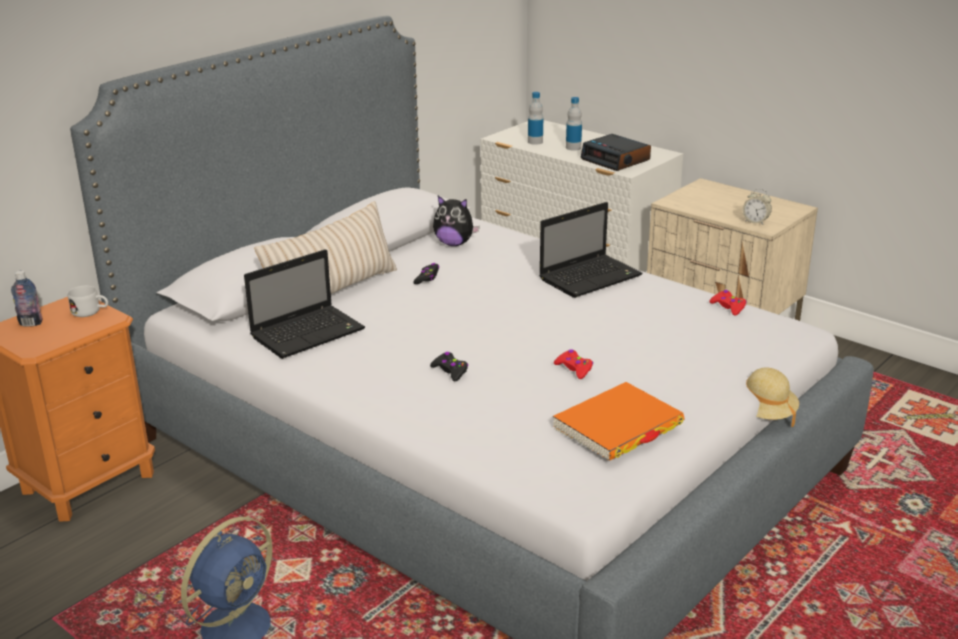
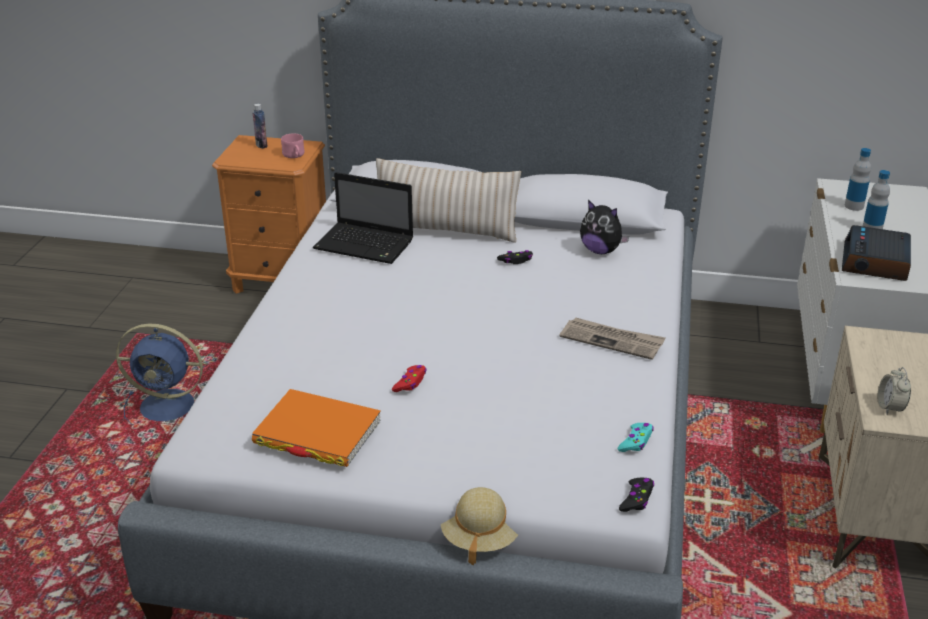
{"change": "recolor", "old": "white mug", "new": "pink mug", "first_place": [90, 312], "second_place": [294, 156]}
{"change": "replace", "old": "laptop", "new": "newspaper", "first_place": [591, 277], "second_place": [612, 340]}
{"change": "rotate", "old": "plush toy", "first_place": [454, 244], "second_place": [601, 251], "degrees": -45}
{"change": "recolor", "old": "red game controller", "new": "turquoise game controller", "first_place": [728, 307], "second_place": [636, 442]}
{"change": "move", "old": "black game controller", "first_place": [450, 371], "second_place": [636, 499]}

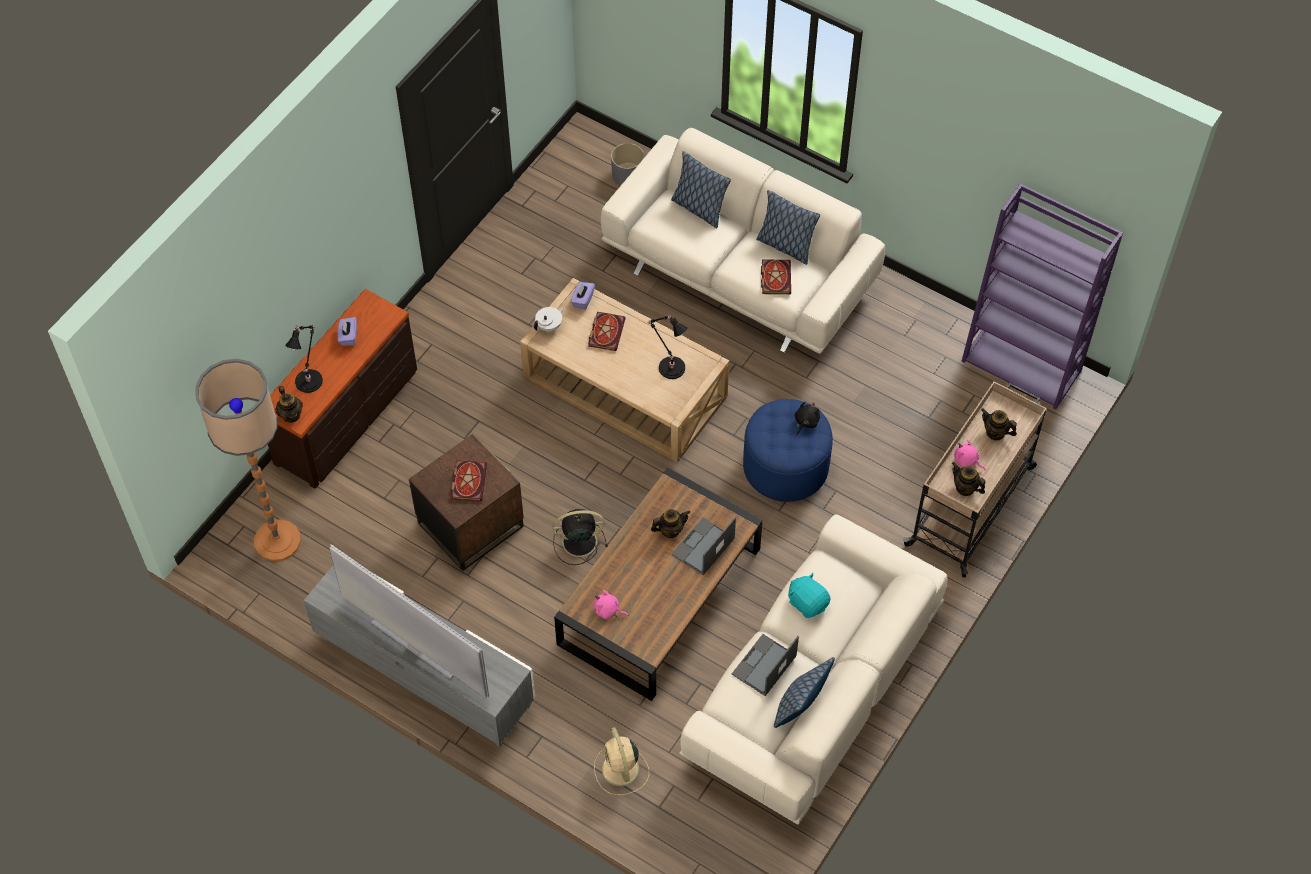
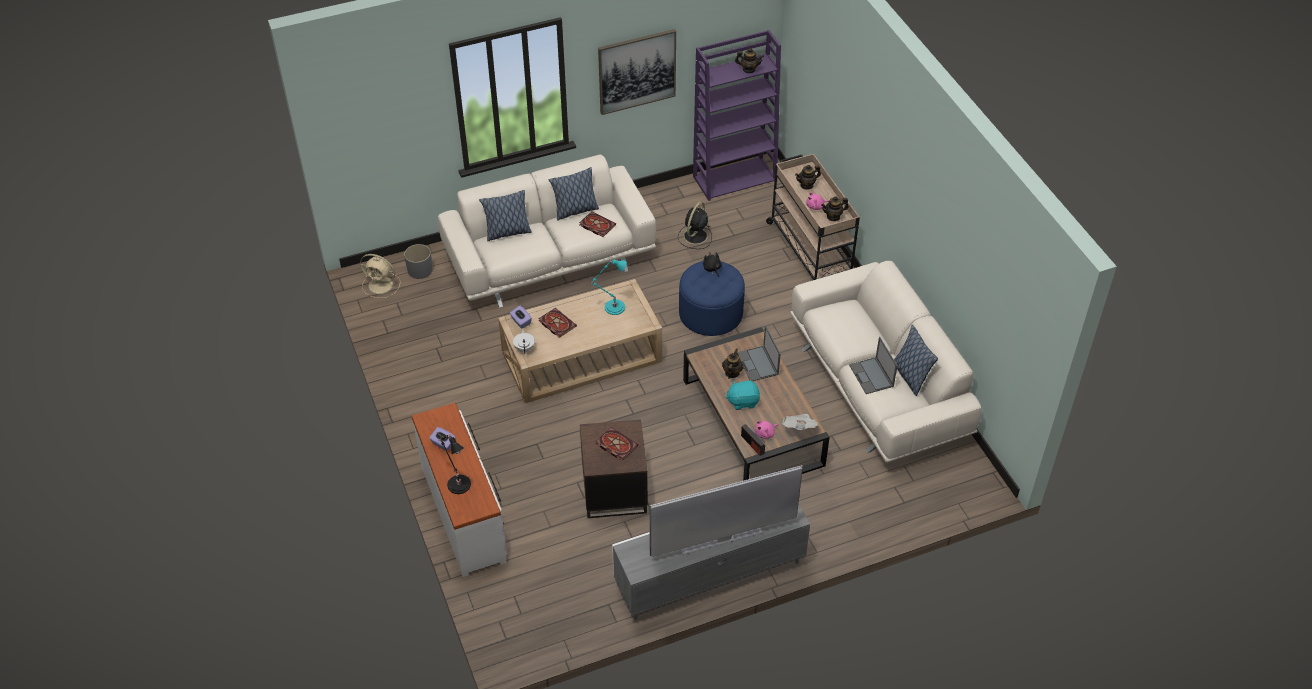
{"change": "move", "old": "beige fan", "first_place": [621, 770], "second_place": [382, 285]}
{"change": "recolor", "old": "brown dresser", "new": "white dresser", "first_place": [348, 417], "second_place": [464, 513]}
{"change": "recolor", "old": "black table lamp", "new": "turquoise table lamp", "first_place": [670, 366], "second_place": [613, 307]}
{"change": "insert", "new": "picture", "second_place": [637, 71]}
{"change": "move", "old": "black fan", "first_place": [577, 542], "second_place": [695, 237]}
{"change": "move", "old": "turquoise plush toy", "first_place": [808, 602], "second_place": [743, 401]}
{"change": "move", "old": "teapot", "first_place": [291, 415], "second_place": [748, 69]}
{"change": "insert", "new": "radio", "second_place": [752, 444]}
{"change": "insert", "new": "newspaper", "second_place": [799, 428]}
{"change": "delete", "old": "floor lamp", "first_place": [277, 540]}

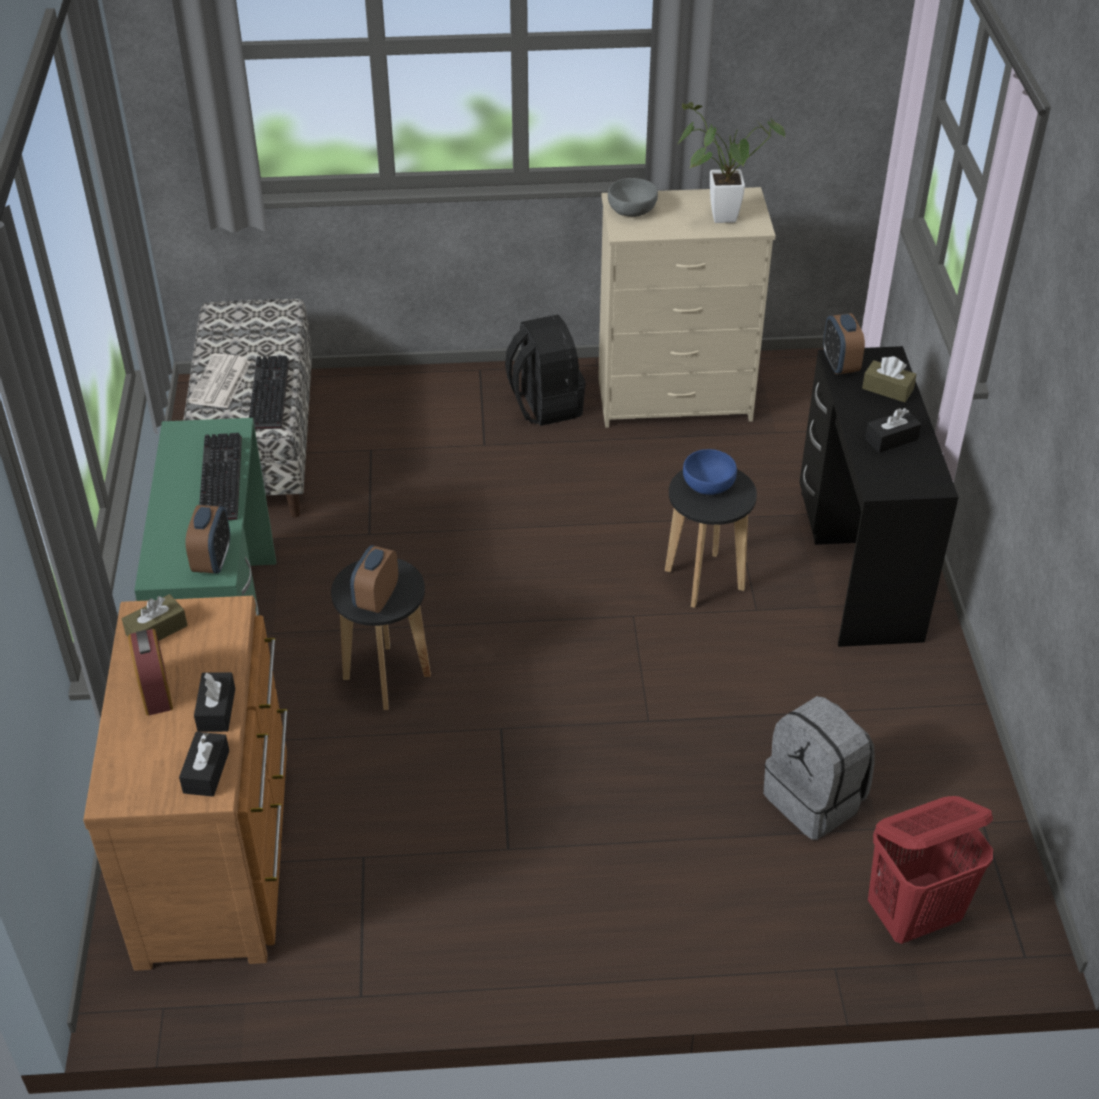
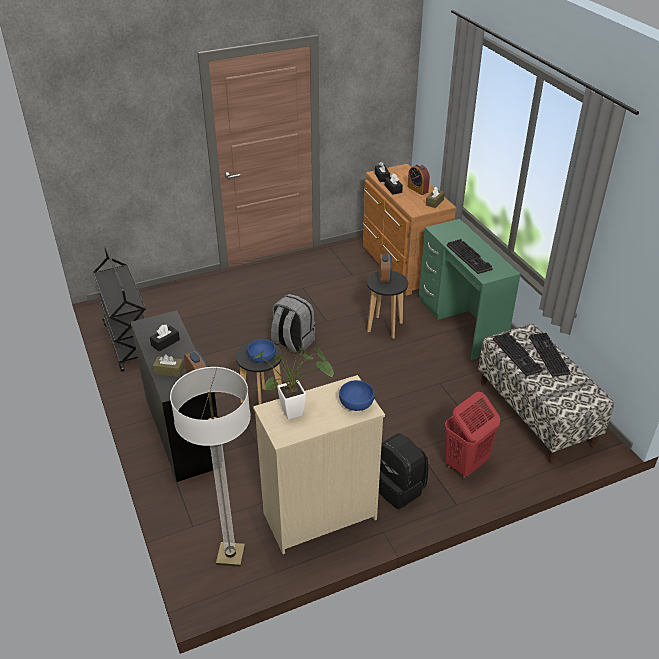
{"change": "insert", "new": "black cart", "second_place": [128, 342]}
{"change": "insert", "new": "floor lamp", "second_place": [230, 555]}
{"change": "move", "old": "grey backpack", "first_place": [815, 799], "second_place": [292, 343]}
{"change": "recolor", "old": "grey bowl", "new": "blue bowl", "first_place": [632, 210], "second_place": [356, 403]}
{"change": "move", "old": "red laundry basket", "first_place": [914, 916], "second_place": [465, 464]}
{"change": "replace", "old": "newspaper", "new": "keyboard", "first_place": [220, 383], "second_place": [547, 355]}
{"change": "delete", "old": "alarm clock", "first_place": [212, 560]}

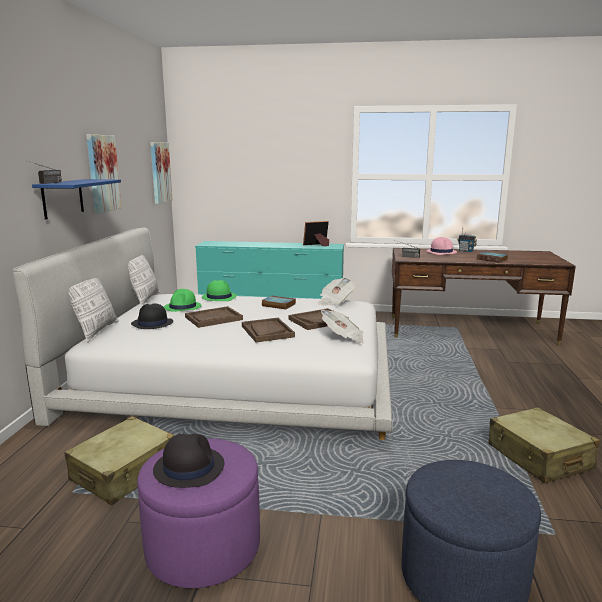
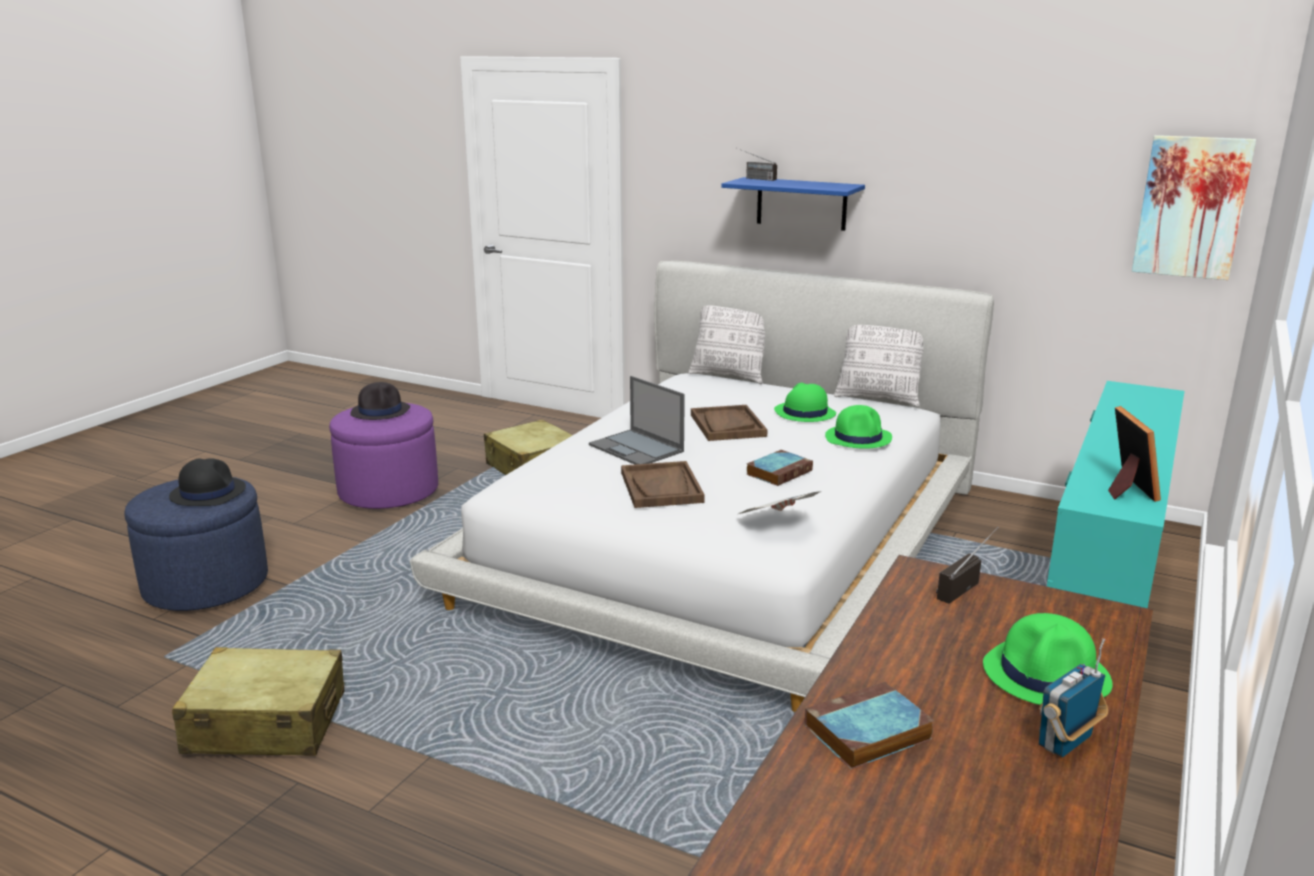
{"change": "move", "old": "black hat", "first_place": [152, 323], "second_place": [207, 493]}
{"change": "replace", "old": "brown tray", "new": "laptop", "first_place": [267, 331], "second_place": [637, 448]}
{"change": "recolor", "old": "pink hat", "new": "green hat", "first_place": [441, 252], "second_place": [1047, 675]}
{"change": "delete", "old": "picture", "first_place": [102, 173]}
{"change": "delete", "old": "newspaper", "first_place": [343, 338]}

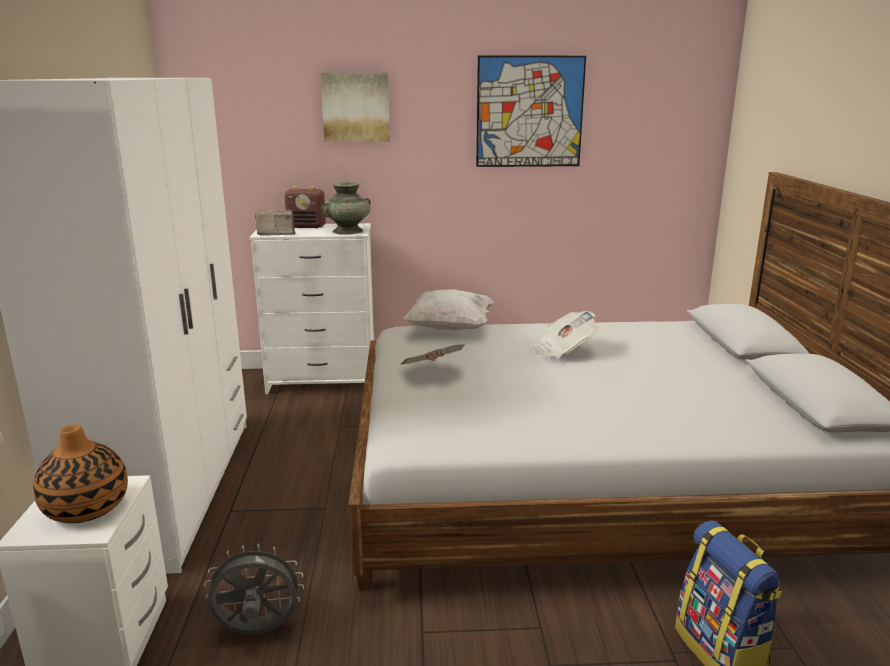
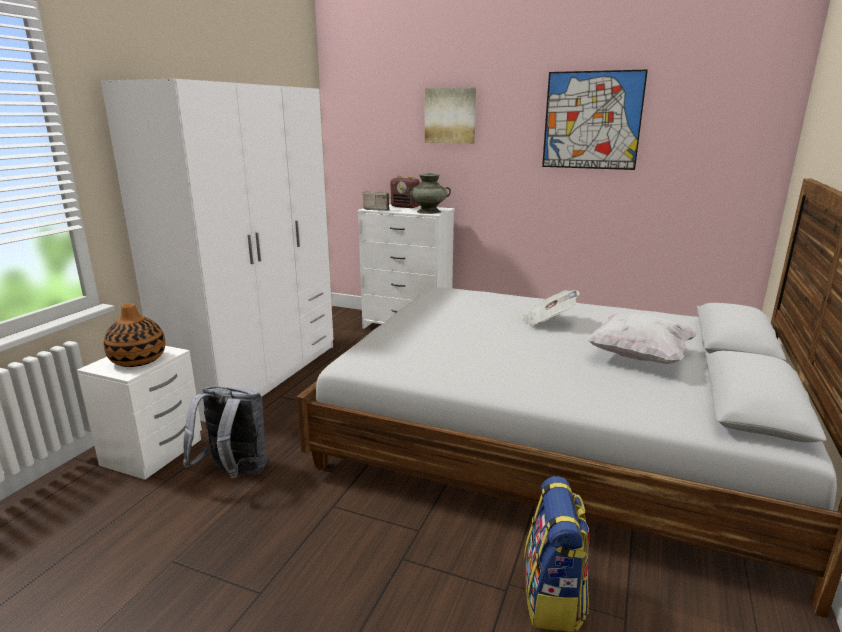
{"change": "replace", "old": "grey fan", "new": "grey backpack", "first_place": [257, 632], "second_place": [234, 473]}
{"change": "move", "old": "white pillow", "first_place": [449, 328], "second_place": [638, 357]}
{"change": "delete", "old": "newspaper", "first_place": [431, 371]}

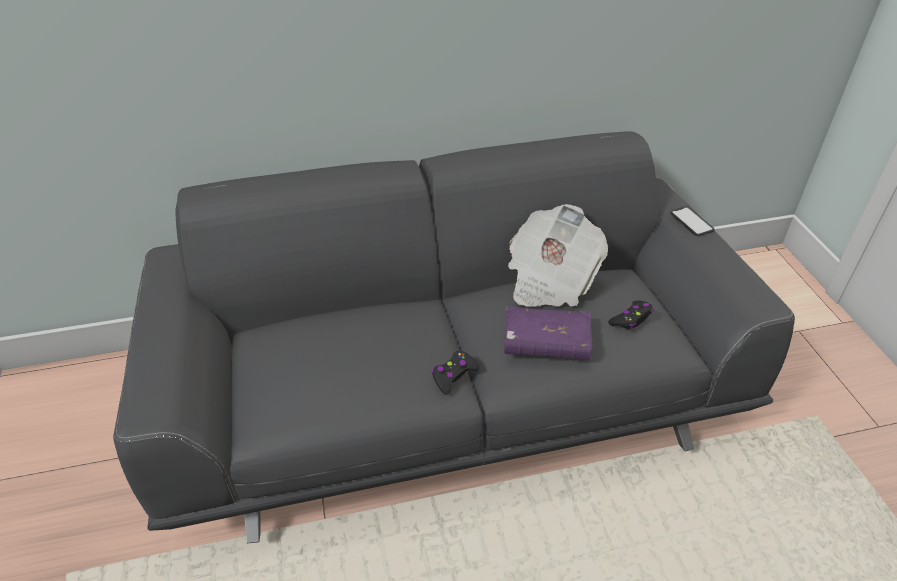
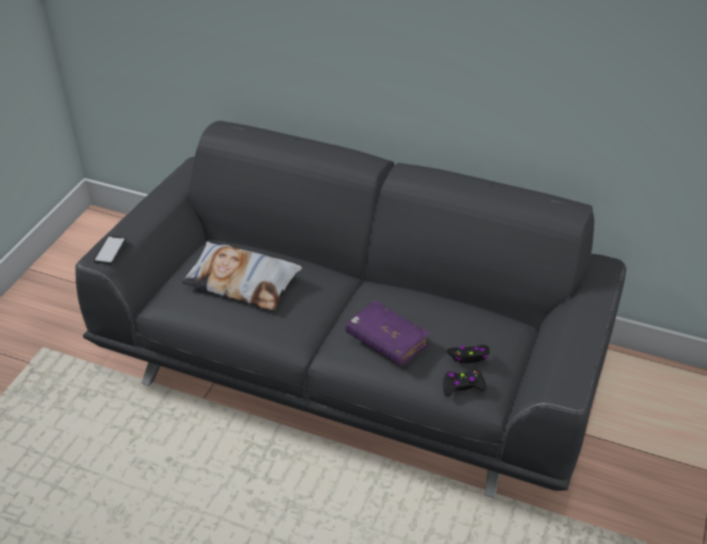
{"change": "move", "old": "phone", "first_place": [691, 222], "second_place": [110, 250]}
{"change": "insert", "new": "pillow", "second_place": [242, 281]}
{"change": "move", "old": "black game controller", "first_place": [453, 375], "second_place": [462, 386]}
{"change": "delete", "old": "newspaper", "first_place": [550, 279]}

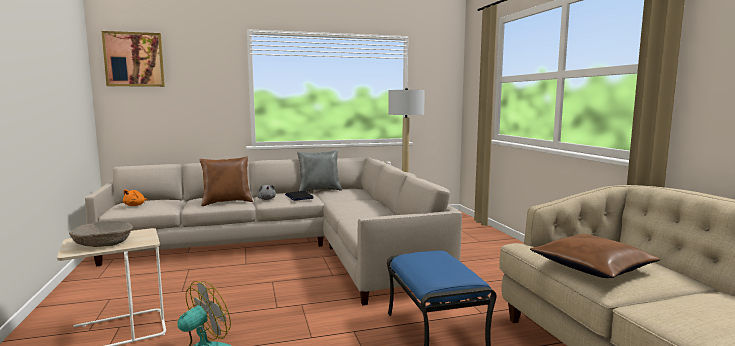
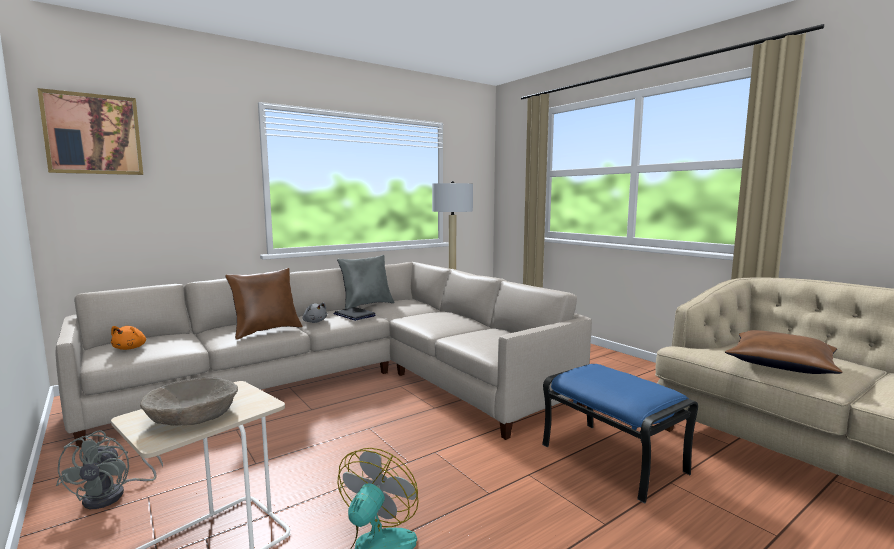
{"change": "insert", "new": "grey fan", "second_place": [113, 495]}

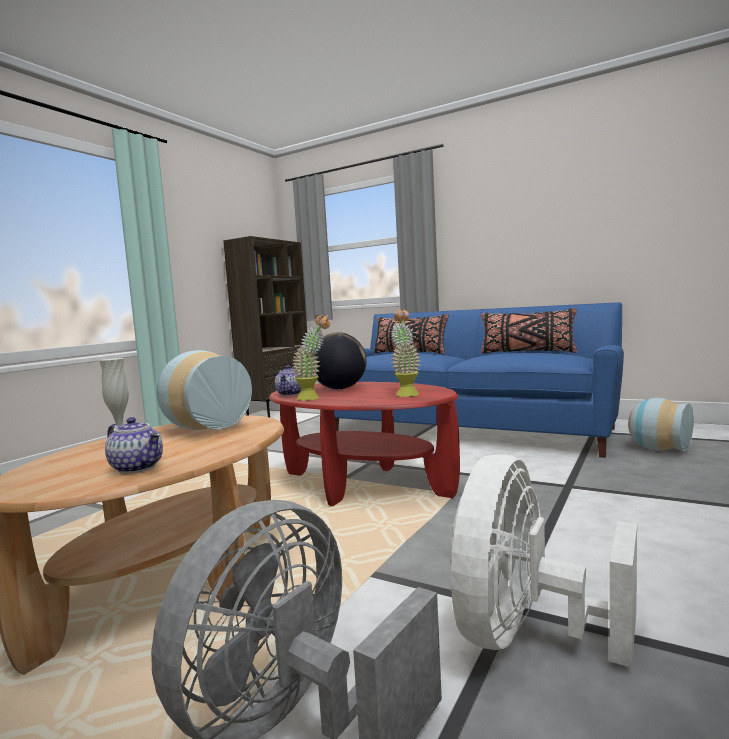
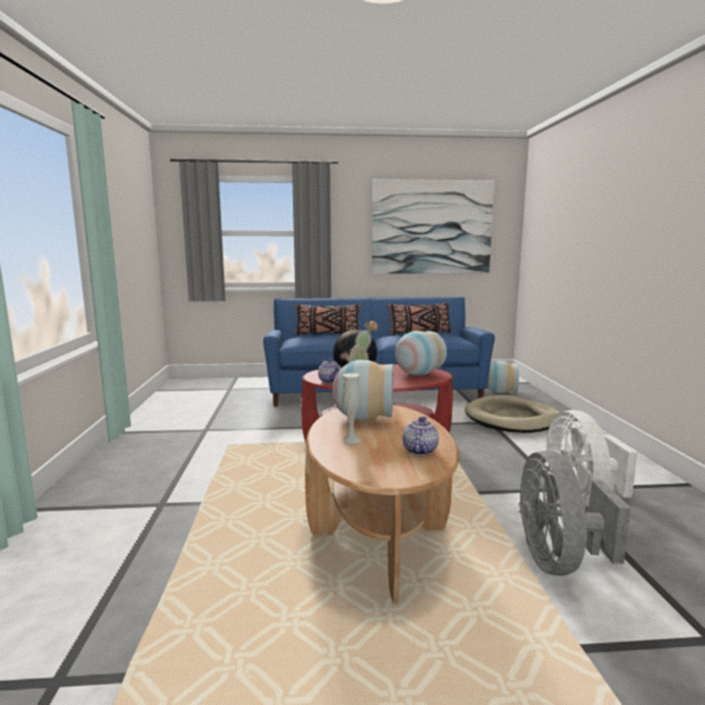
{"change": "insert", "new": "picture", "second_place": [431, 227]}
{"change": "replace", "old": "potted plant", "new": "vase", "first_place": [406, 393], "second_place": [417, 374]}
{"change": "rotate", "old": "teapot", "first_place": [138, 467], "second_place": [419, 450], "degrees": -75}
{"change": "insert", "new": "beige dog bed", "second_place": [512, 419]}
{"change": "delete", "old": "brown bookcase", "first_place": [277, 411]}

